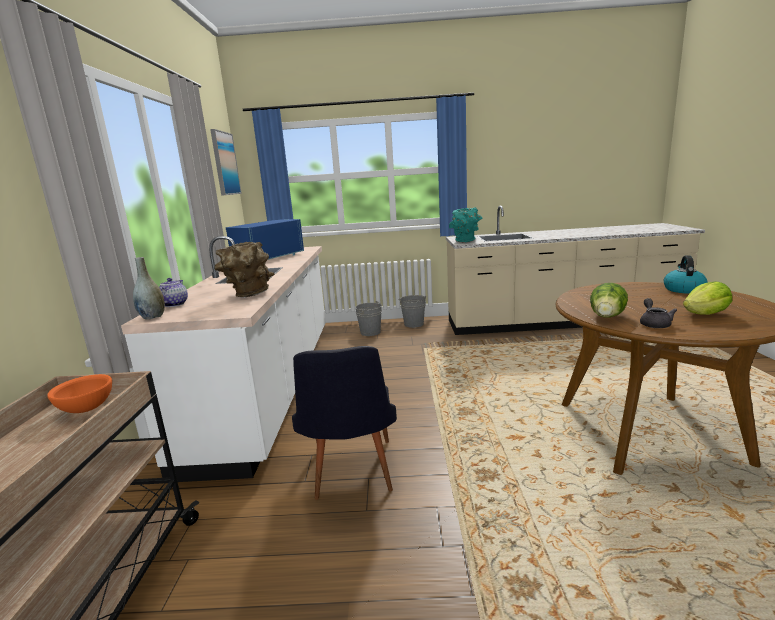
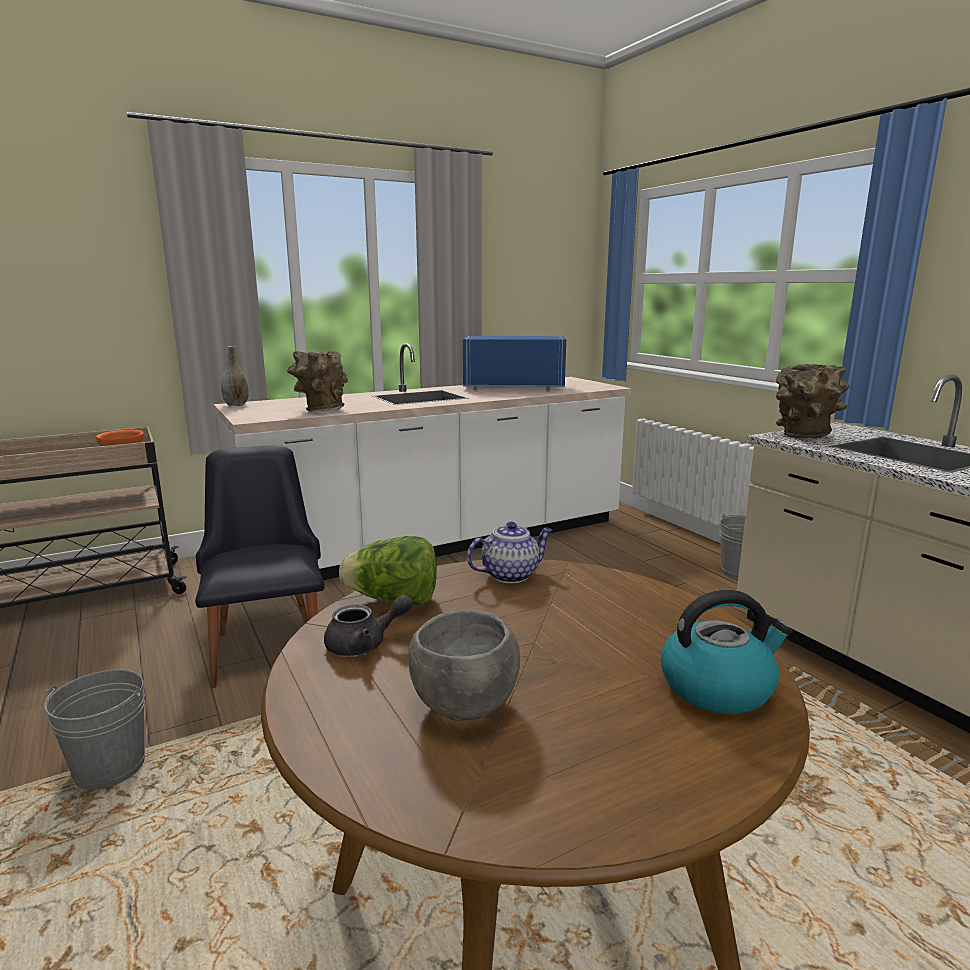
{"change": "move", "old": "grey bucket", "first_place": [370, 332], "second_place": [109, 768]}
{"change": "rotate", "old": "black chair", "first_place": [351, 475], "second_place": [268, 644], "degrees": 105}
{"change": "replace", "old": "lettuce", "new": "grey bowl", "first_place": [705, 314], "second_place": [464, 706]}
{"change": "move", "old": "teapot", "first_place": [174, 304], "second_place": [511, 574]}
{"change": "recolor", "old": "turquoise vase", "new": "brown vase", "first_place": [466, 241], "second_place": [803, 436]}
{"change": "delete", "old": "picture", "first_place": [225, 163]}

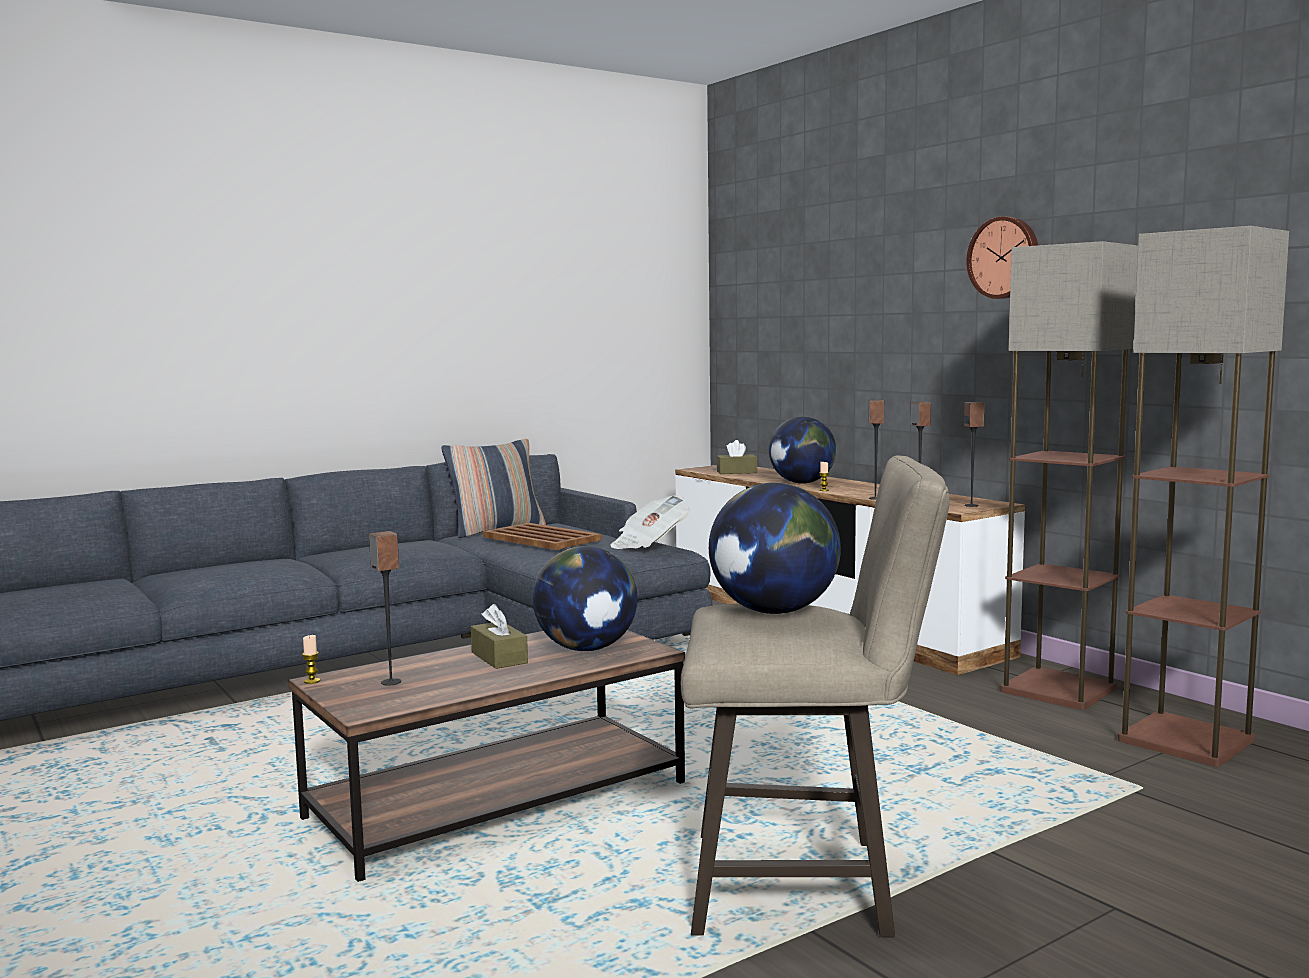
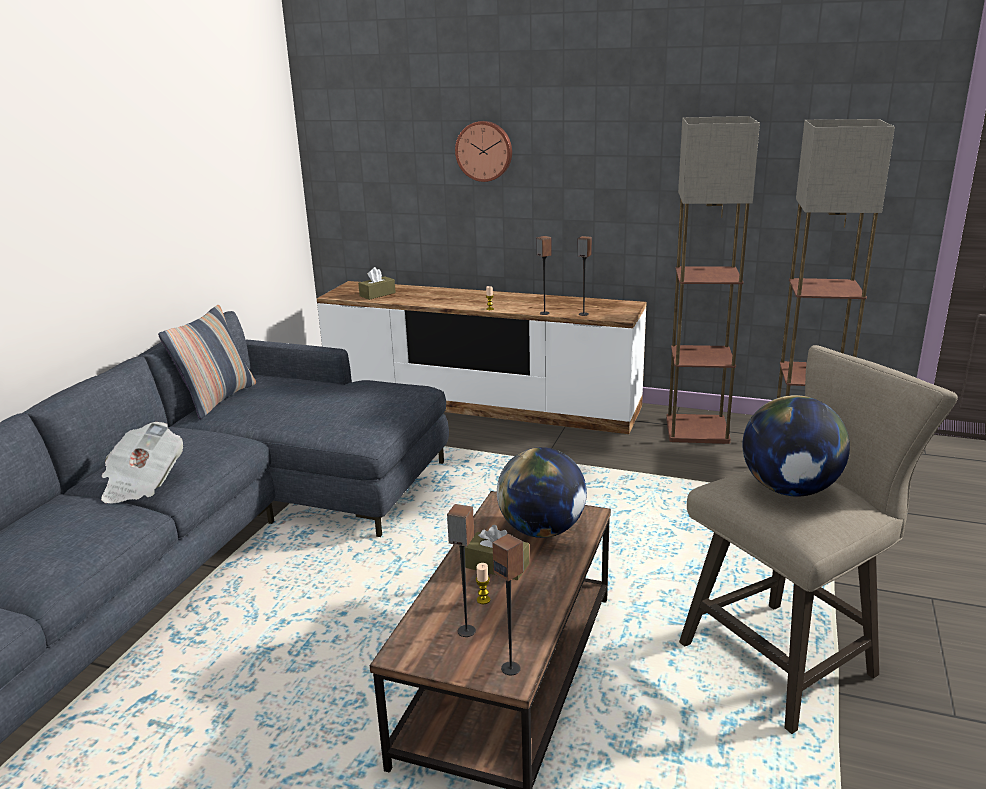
{"change": "move", "old": "newspaper", "first_place": [649, 544], "second_place": [142, 483]}
{"change": "move", "old": "wall clock", "first_place": [1005, 258], "second_place": [484, 151]}
{"change": "move", "old": "candle", "first_place": [312, 681], "second_place": [483, 600]}
{"change": "move", "old": "speaker", "first_place": [971, 505], "second_place": [511, 668]}
{"change": "delete", "old": "brown tray", "first_place": [542, 538]}
{"change": "delete", "old": "globe", "first_place": [802, 483]}

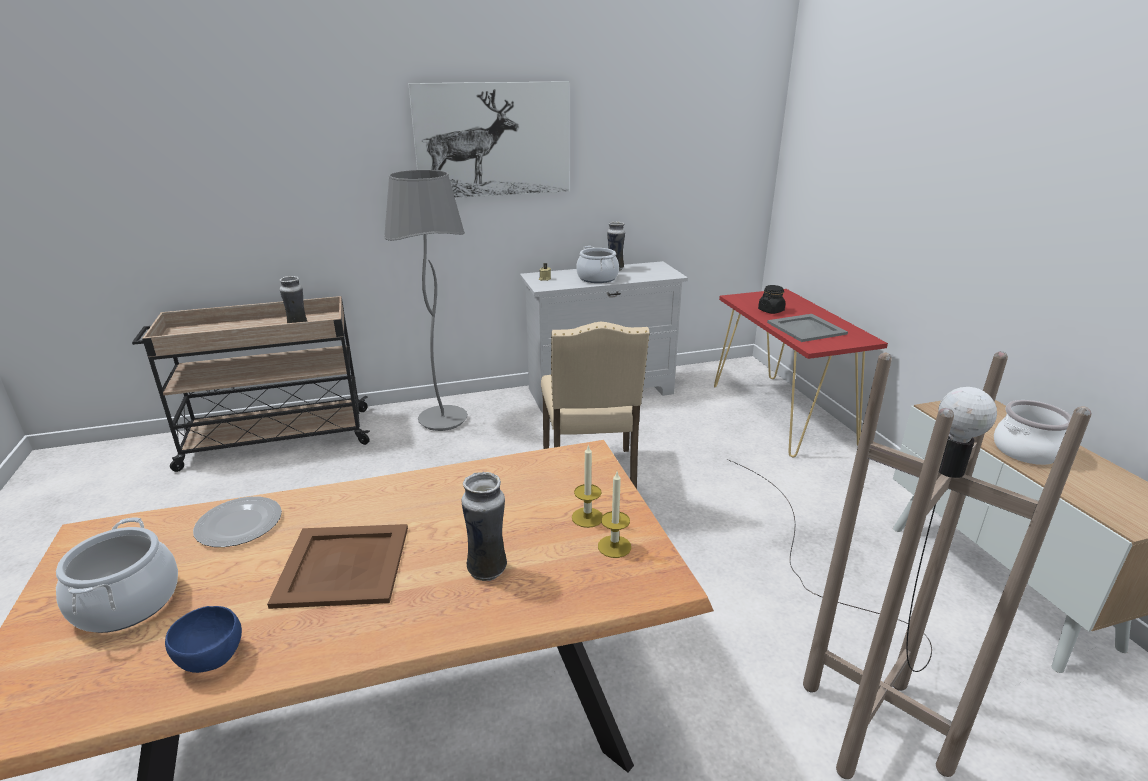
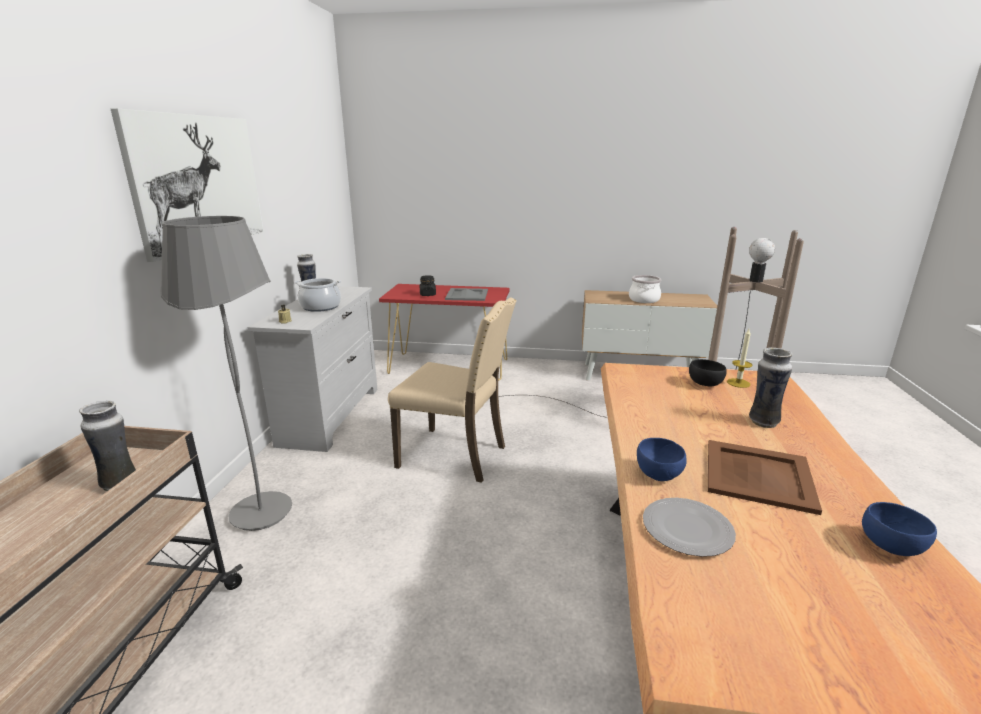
{"change": "insert", "new": "blue bowl", "second_place": [658, 474]}
{"change": "replace", "old": "candle", "new": "black bowl", "first_place": [587, 517], "second_place": [705, 384]}
{"change": "delete", "old": "cooking pot", "first_place": [126, 602]}

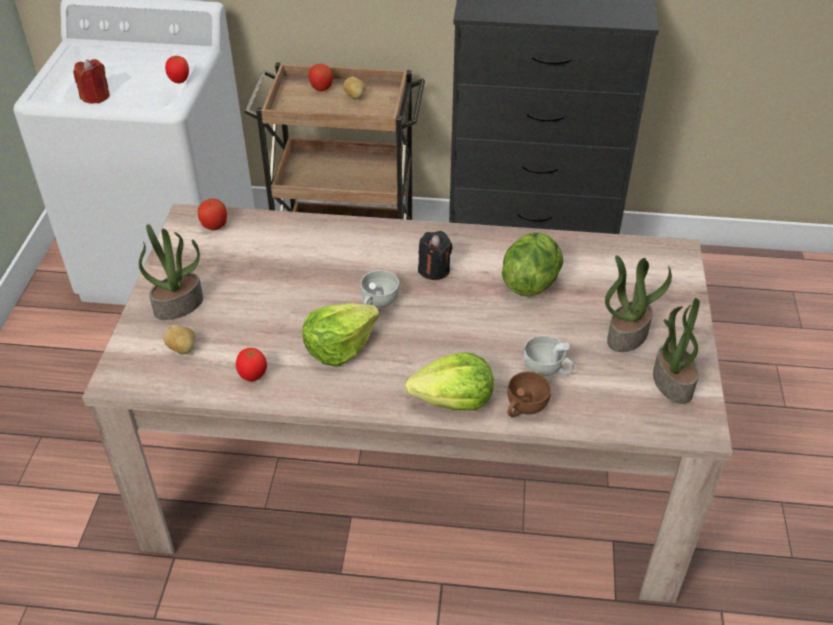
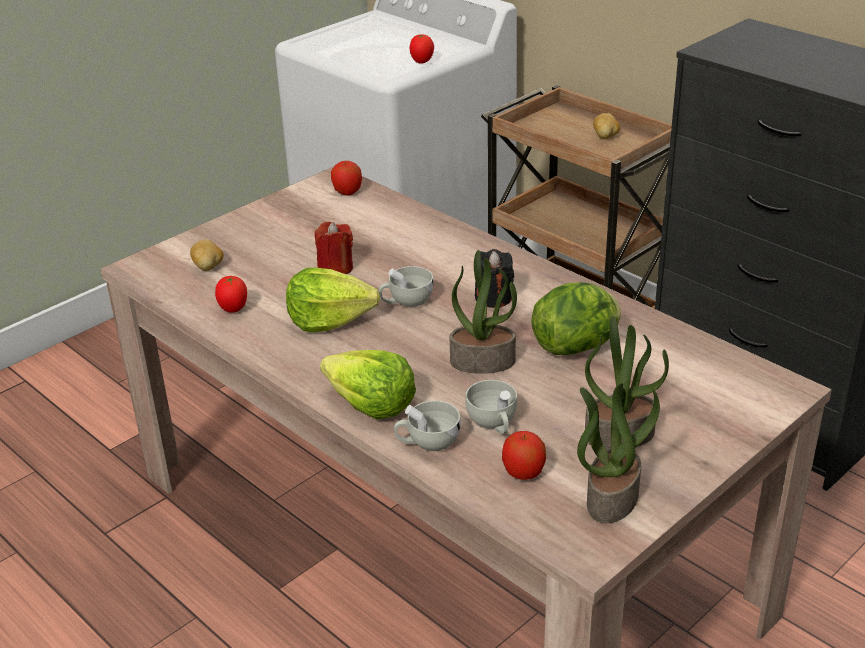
{"change": "move", "old": "red candle", "first_place": [95, 96], "second_place": [335, 268]}
{"change": "recolor", "old": "brown cup", "new": "white cup", "first_place": [524, 407], "second_place": [427, 442]}
{"change": "move", "old": "potted plant", "first_place": [179, 305], "second_place": [483, 361]}
{"change": "move", "old": "apple", "first_place": [321, 88], "second_place": [523, 472]}

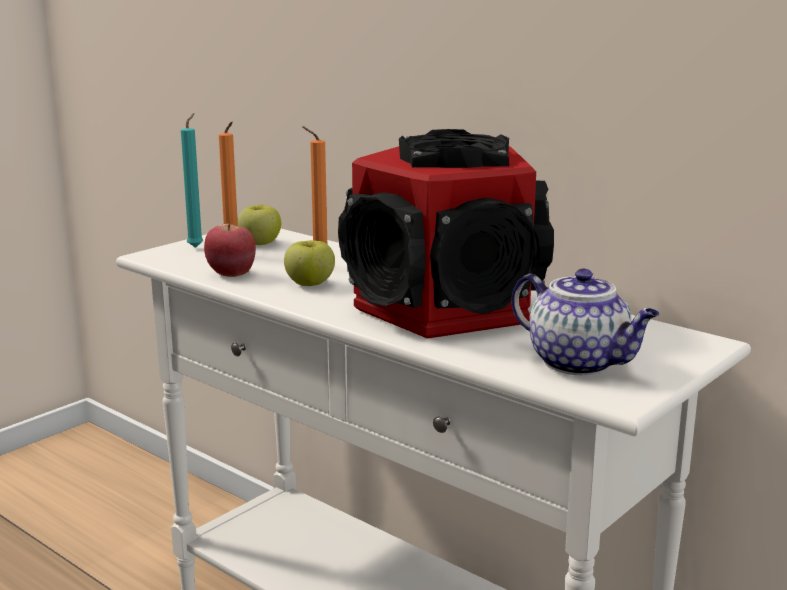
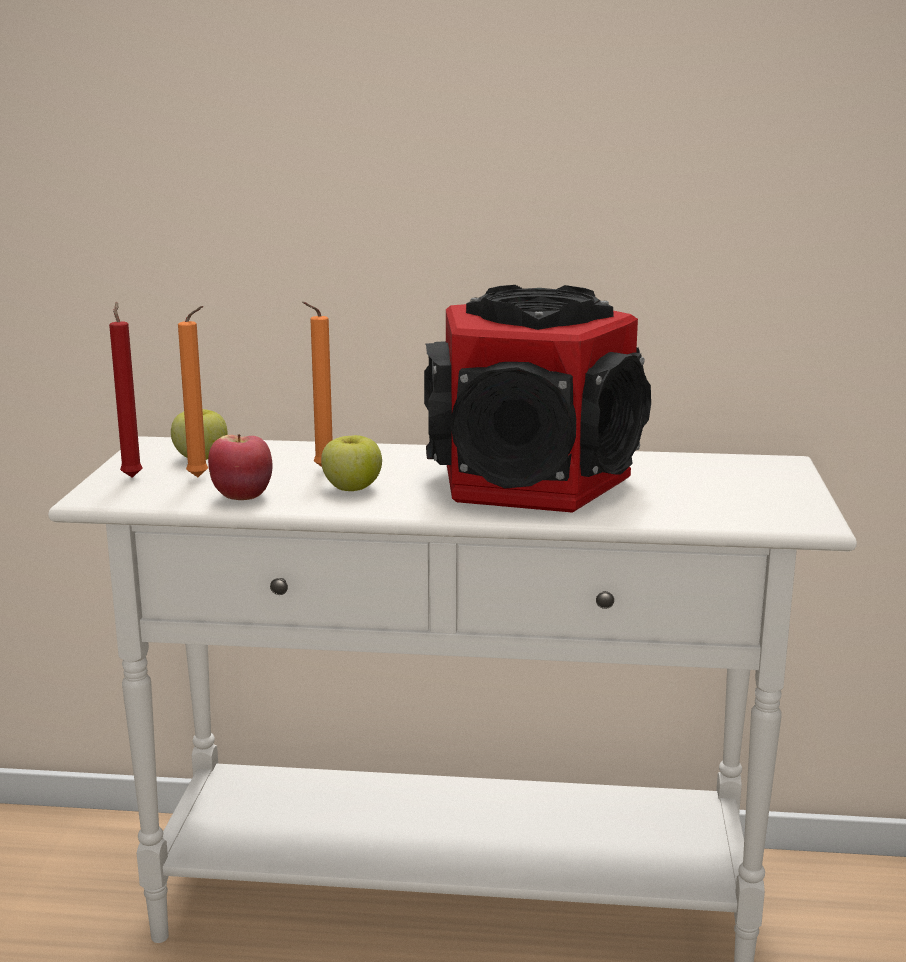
{"change": "recolor", "old": "turquoise candle", "new": "red candle", "first_place": [197, 247], "second_place": [132, 476]}
{"change": "delete", "old": "teapot", "first_place": [580, 363]}

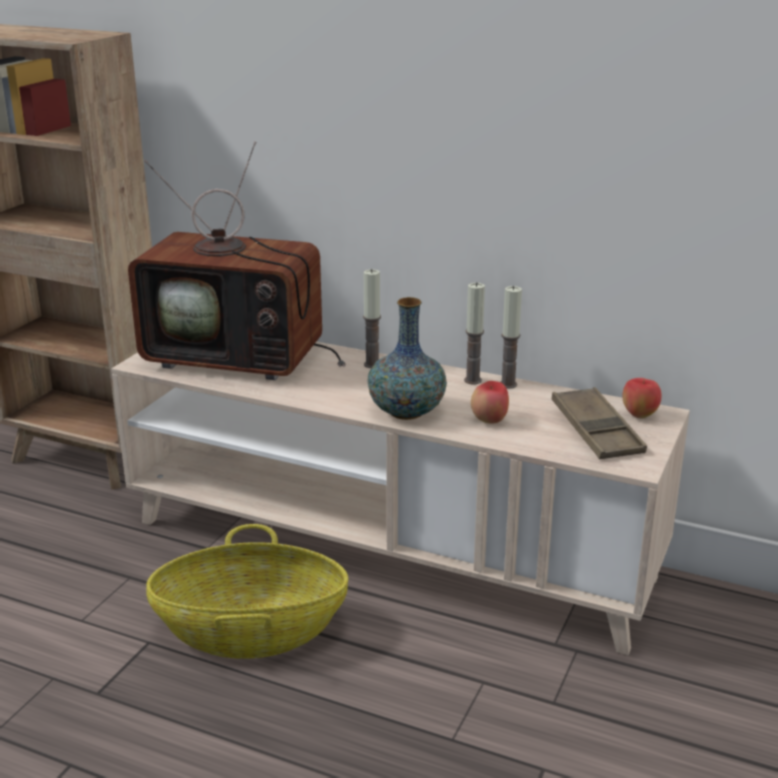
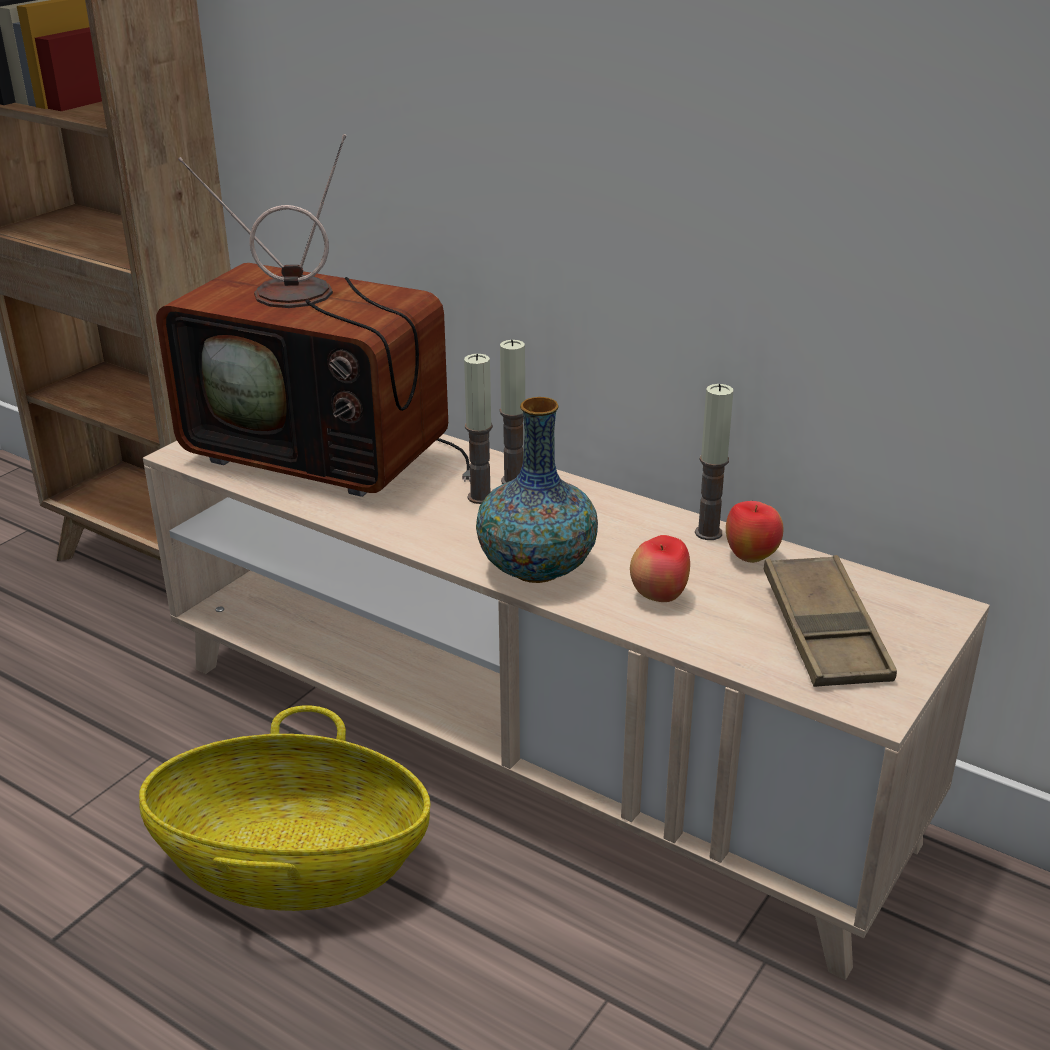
{"change": "move", "old": "candle", "first_place": [473, 380], "second_place": [480, 497]}
{"change": "move", "old": "apple", "first_place": [639, 415], "second_place": [750, 557]}

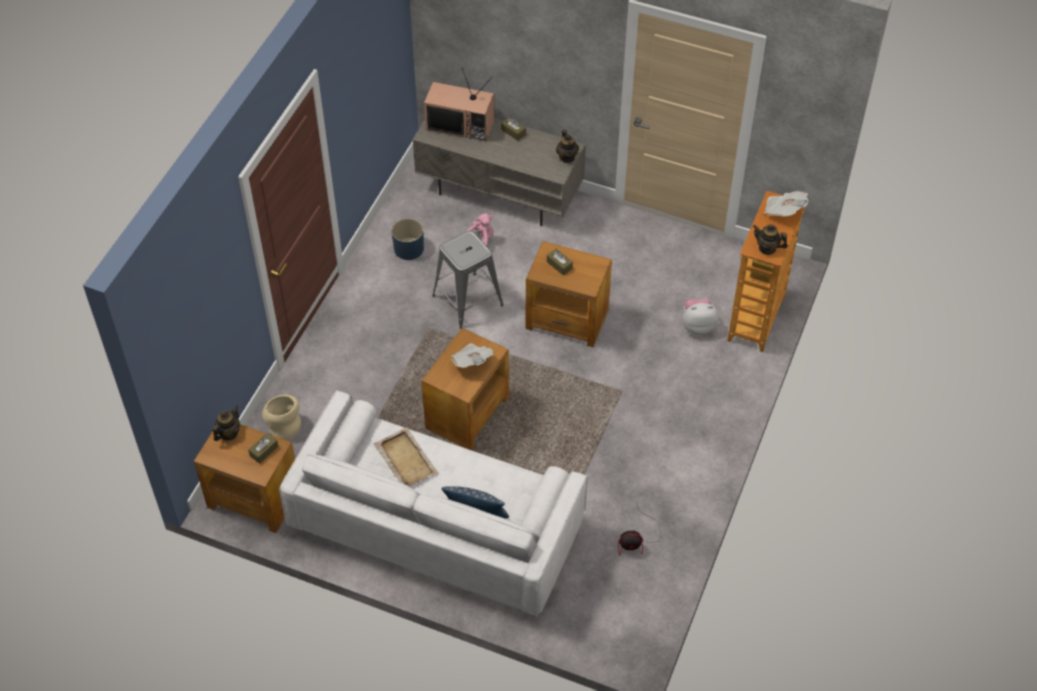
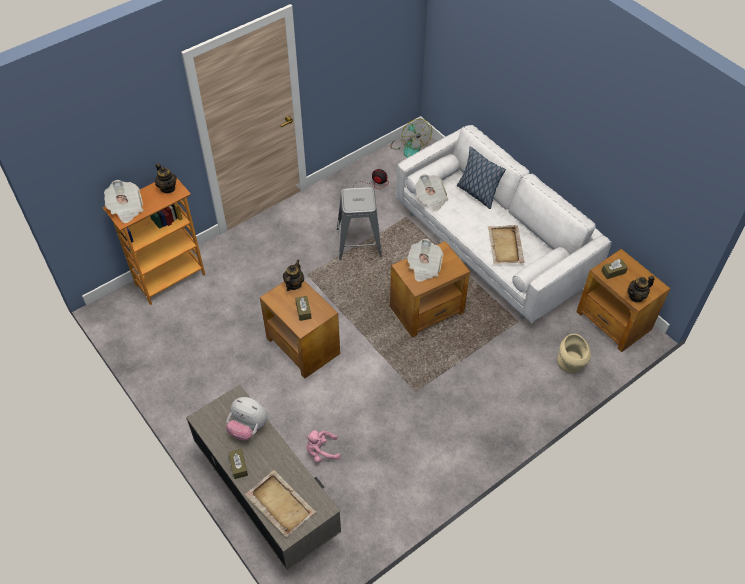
{"change": "move", "old": "plush toy", "first_place": [698, 326], "second_place": [248, 427]}
{"change": "replace", "old": "television", "new": "beige tray", "first_place": [461, 124], "second_place": [280, 503]}
{"change": "move", "old": "teapot", "first_place": [567, 157], "second_place": [293, 284]}
{"change": "move", "old": "grey stool", "first_place": [467, 300], "second_place": [358, 243]}
{"change": "insert", "new": "fan", "second_place": [409, 146]}
{"change": "insert", "new": "newspaper", "second_place": [431, 199]}
{"change": "delete", "old": "blue planter", "first_place": [408, 248]}

